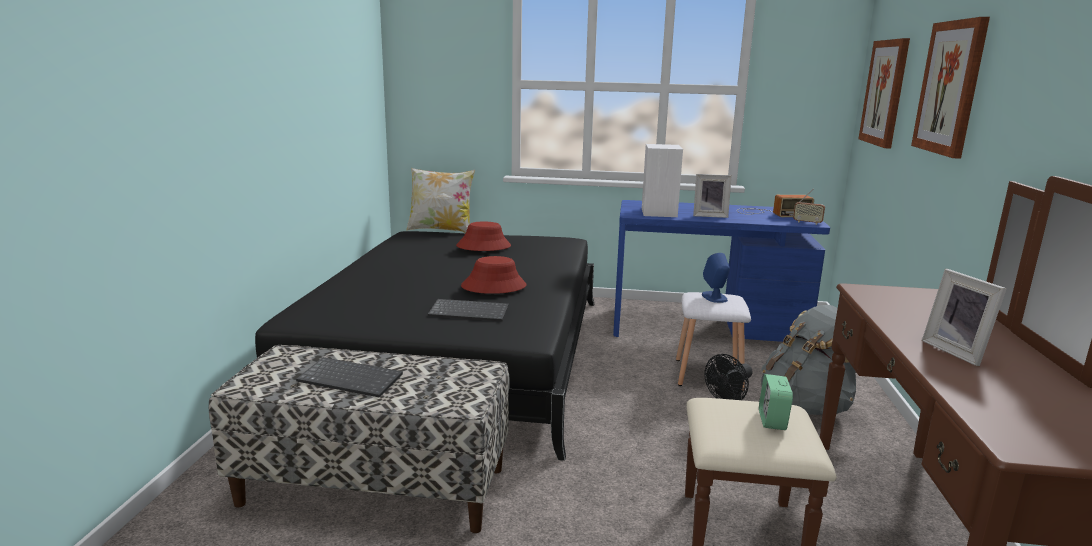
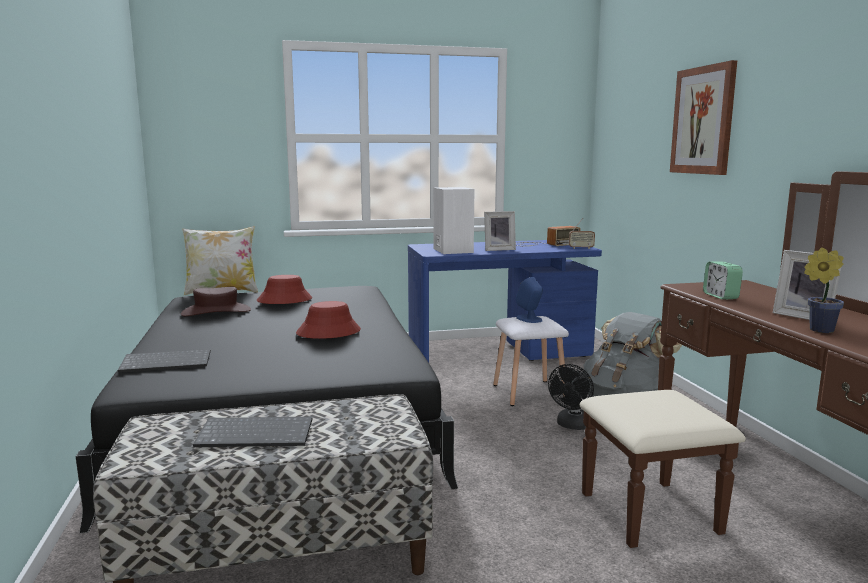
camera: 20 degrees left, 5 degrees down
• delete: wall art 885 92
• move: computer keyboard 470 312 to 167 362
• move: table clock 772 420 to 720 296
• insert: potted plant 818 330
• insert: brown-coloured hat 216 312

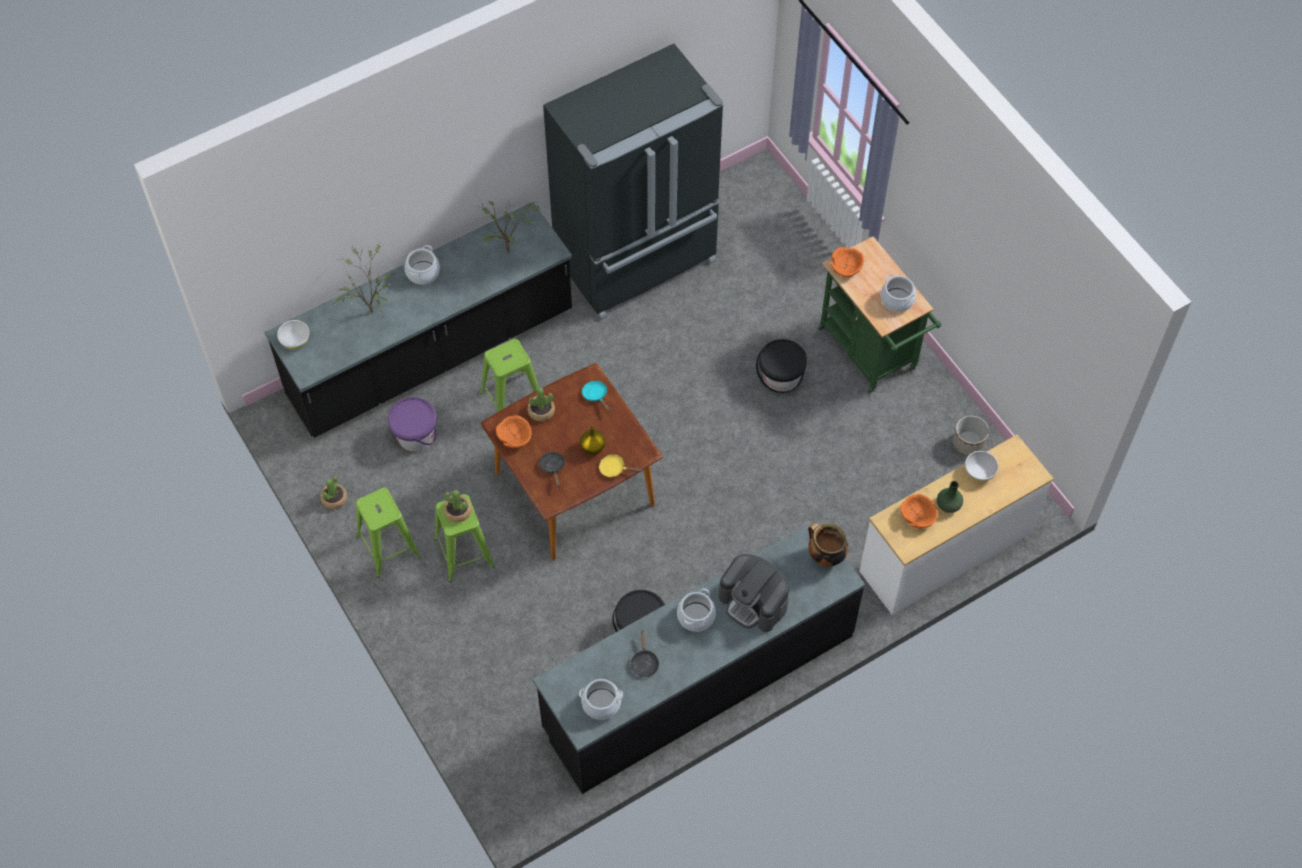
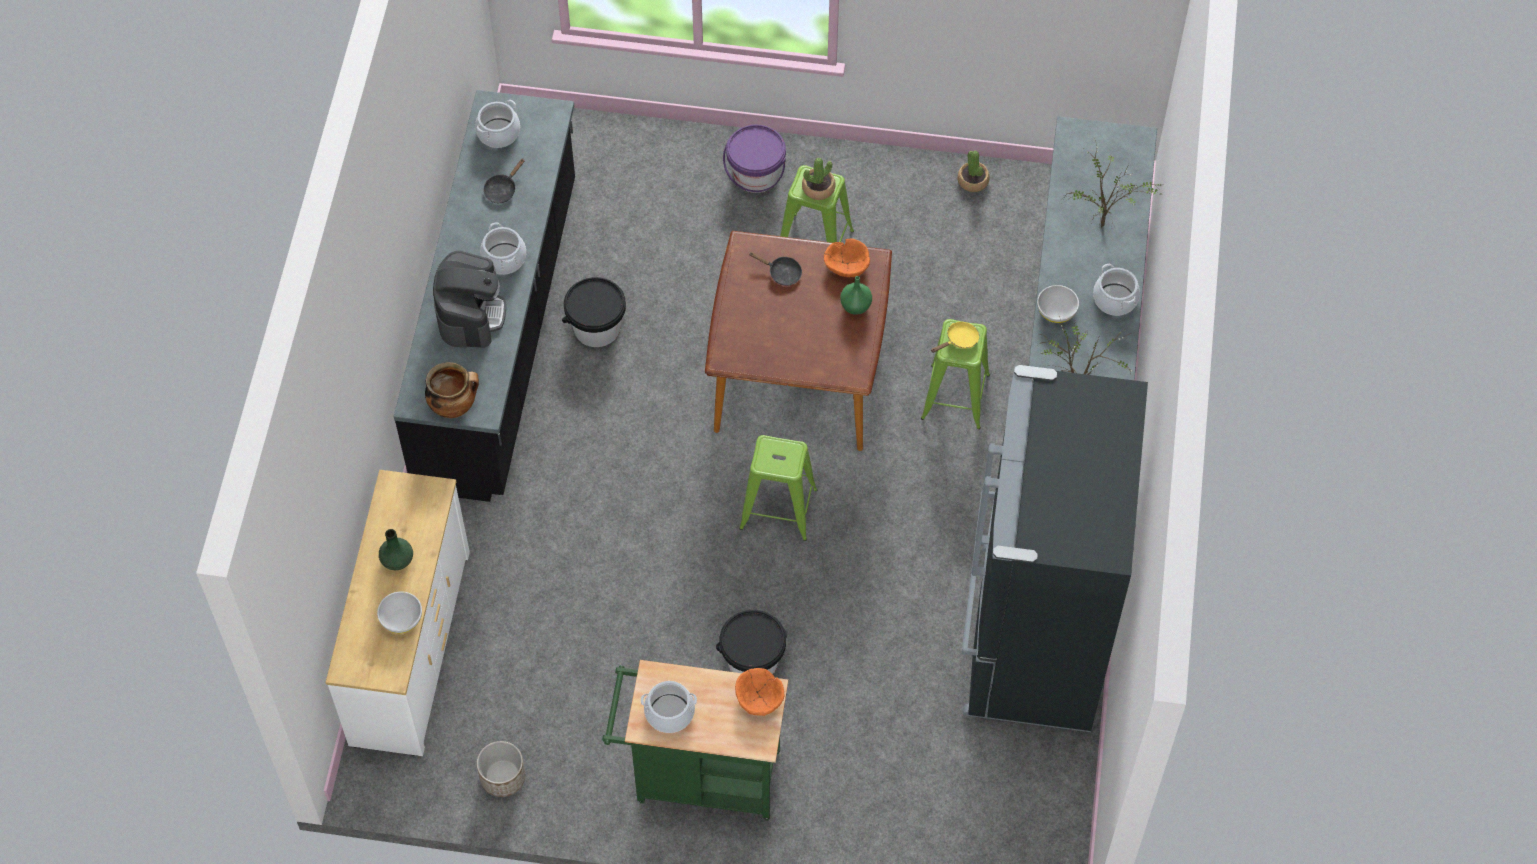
camera: 130 degrees right, 0 degrees up
• move: white serving bowl 295 340 to 1056 312
• delete: blue-green frying pan 596 395
• replace: potted plant 541 411 to green-coloured flower vase 855 306
• move: purple water bucket 415 436 to 756 175
• delete: yellowish flower vase 592 447
• move: yellowish frying pan 615 469 to 959 340
• move: green-coloured sitting stool 388 546 to 779 509
• delete: orangey serving bowl 917 516
• rotate: coffee machine 753 602 = 470 313 105 degrees clockwise
• rotate: black frying pan 644 662 = 502 189 90 degrees counterclockwise

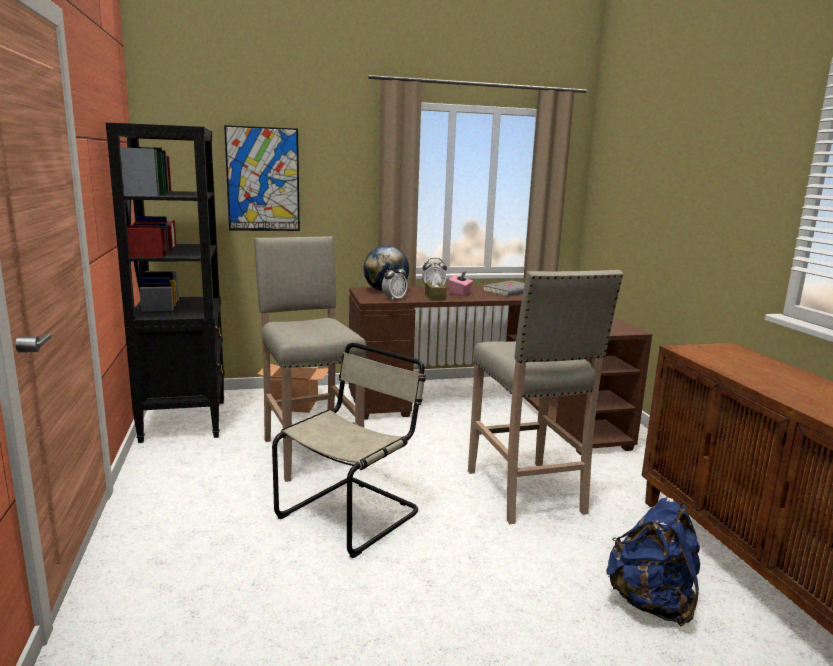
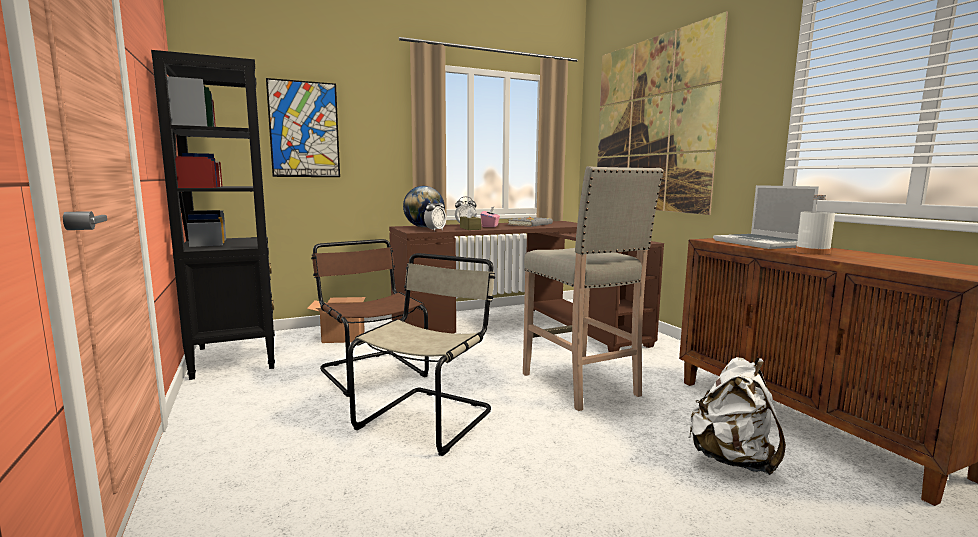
camera: 10 degrees left, 5 degrees down
• replace: beige-coloured sitting stool 311 452 to brown-coloured upright chair 370 372
• recolor: blue-coloured rucksack 651 603 to white rucksack 732 459
• insert: wall art 650 125
• insert: portable computer 762 243
• insert: white beverage bottle 812 252

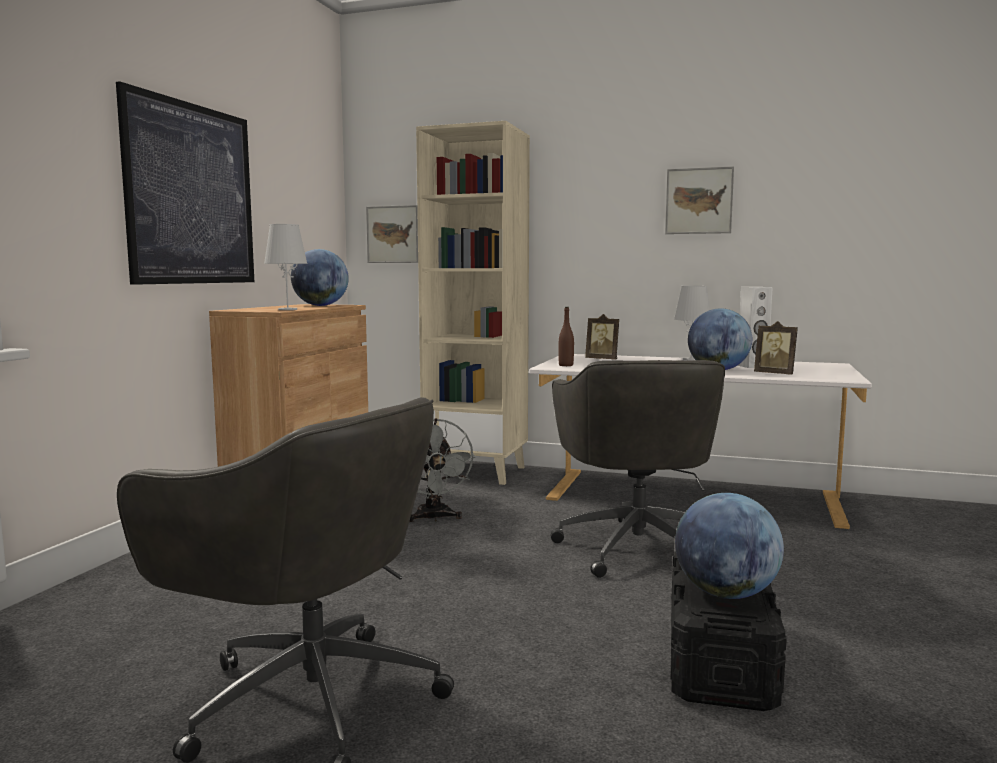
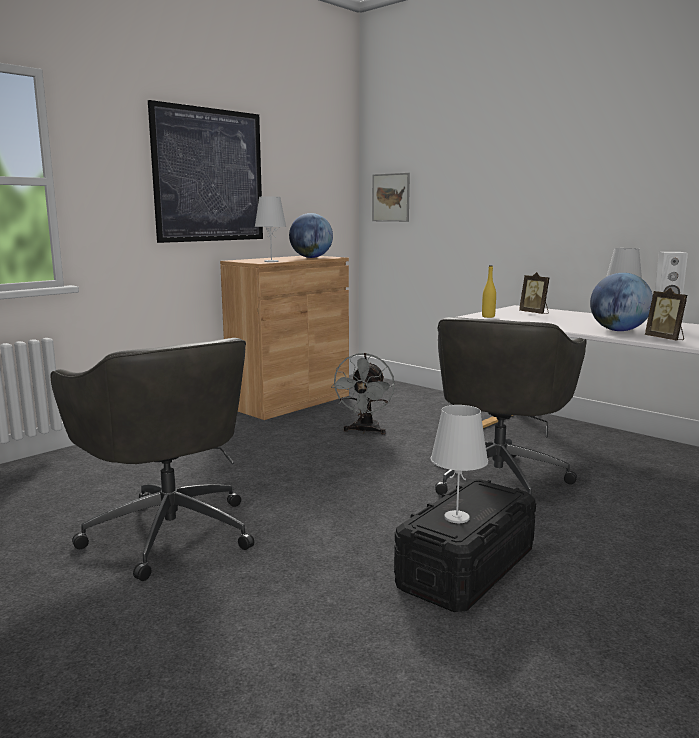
camera: 25 degrees right, 5 degrees up
• delete: beige-coloured bookcase 477 472
• delete: wall art 699 201
• recolor: brown-coloured beverage bottle 566 365 to yellowish beverage bottle 488 316
• replace: world globe 725 594 to white lamp for a table 456 517

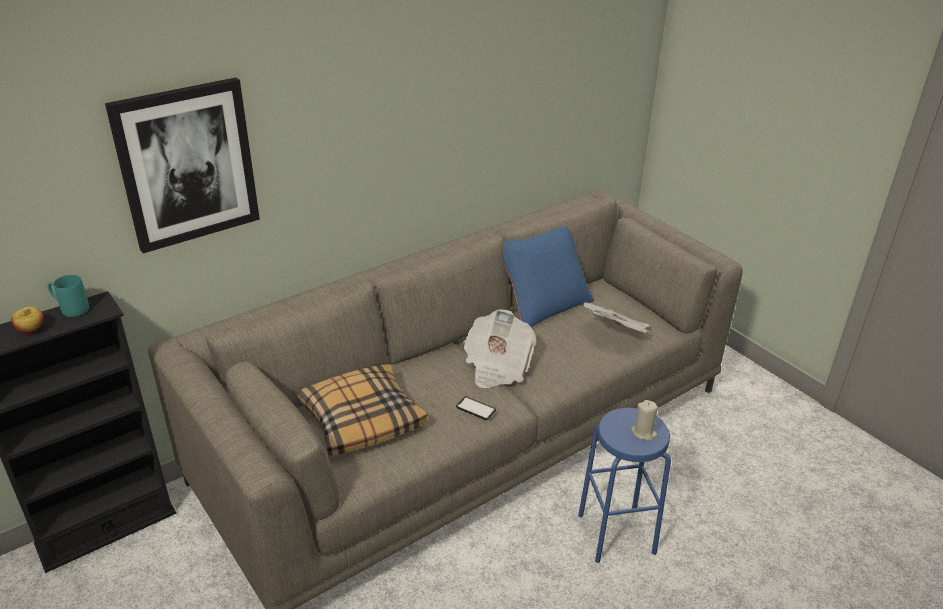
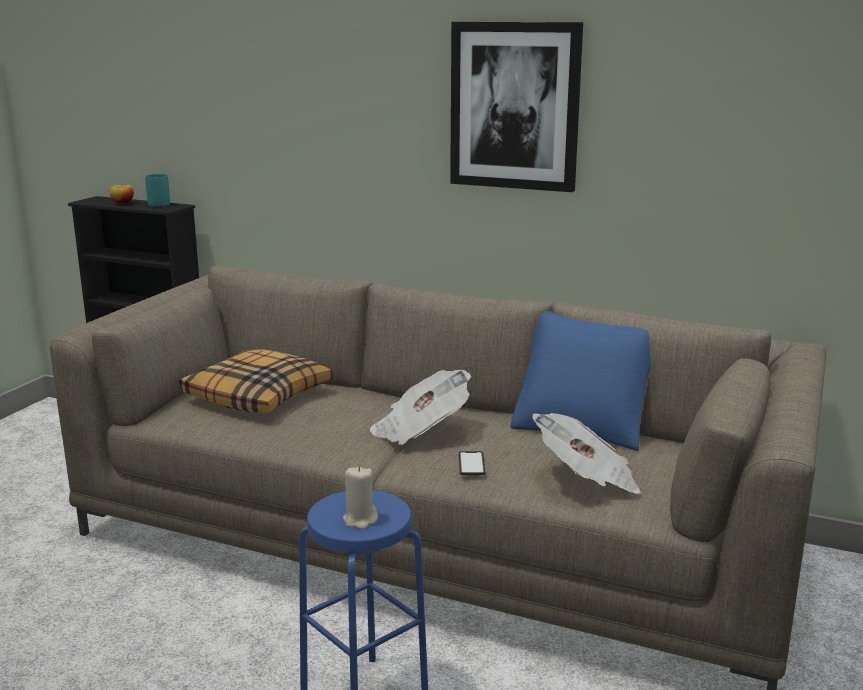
camera: 60 degrees right, 15 degrees down
• move: wall art 187 164 to 515 106
• move: phone 475 408 to 471 464

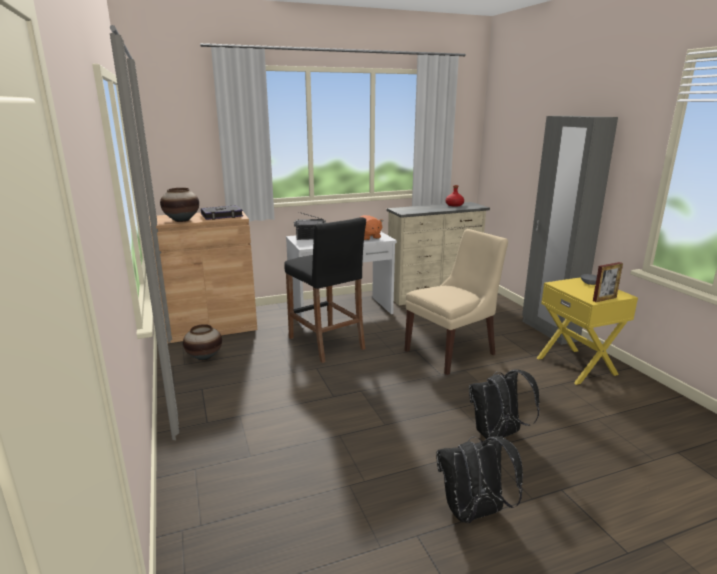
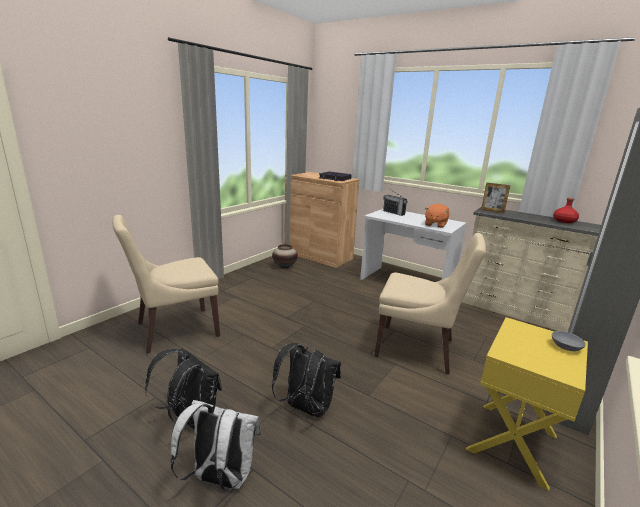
camera: 55 degrees right, 0 degrees up
• delete: flower vase 182 220
• delete: black sitting stool 326 343
• move: photo frame 604 299 to 492 211
• insert: beige-coloured upright chair 174 330
• insert: white rucksack 220 478

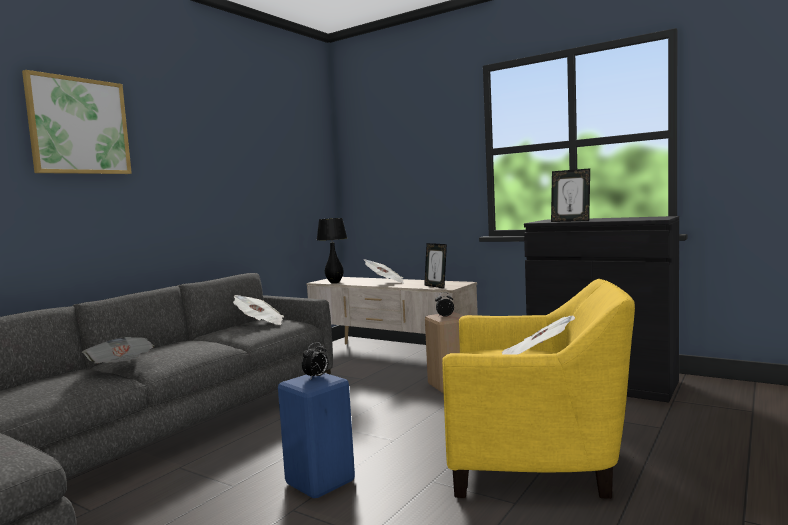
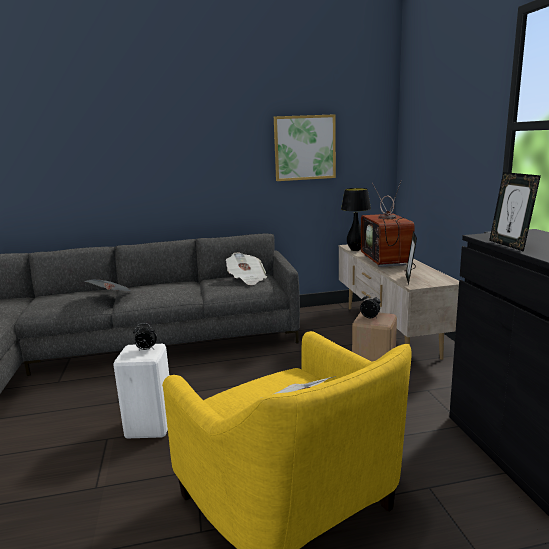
camera: 45 degrees right, 10 degrees up
• move: wall art 79 126 to 304 148
• replace: daily paper 385 282 to television 388 261
• recolor: blue-coloured sitting stool 320 481 to white sitting stool 151 426

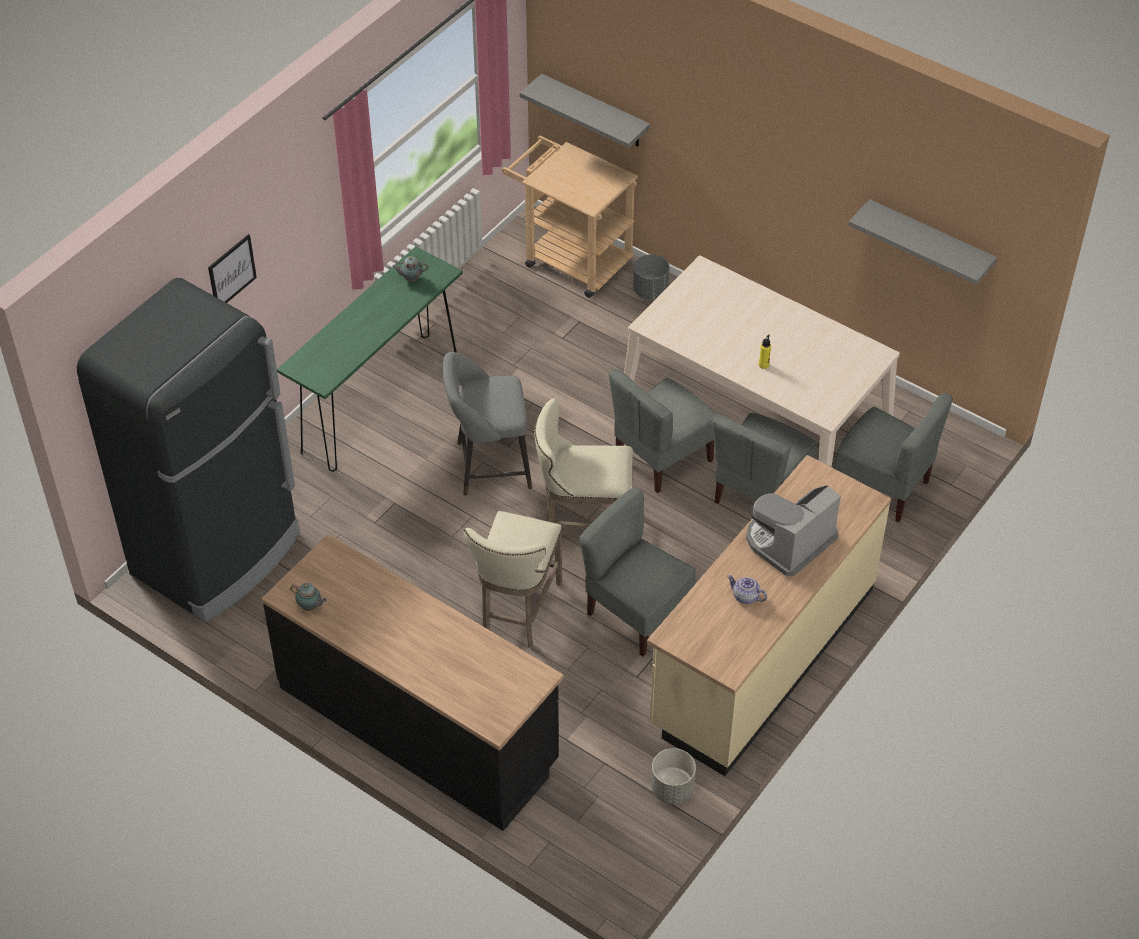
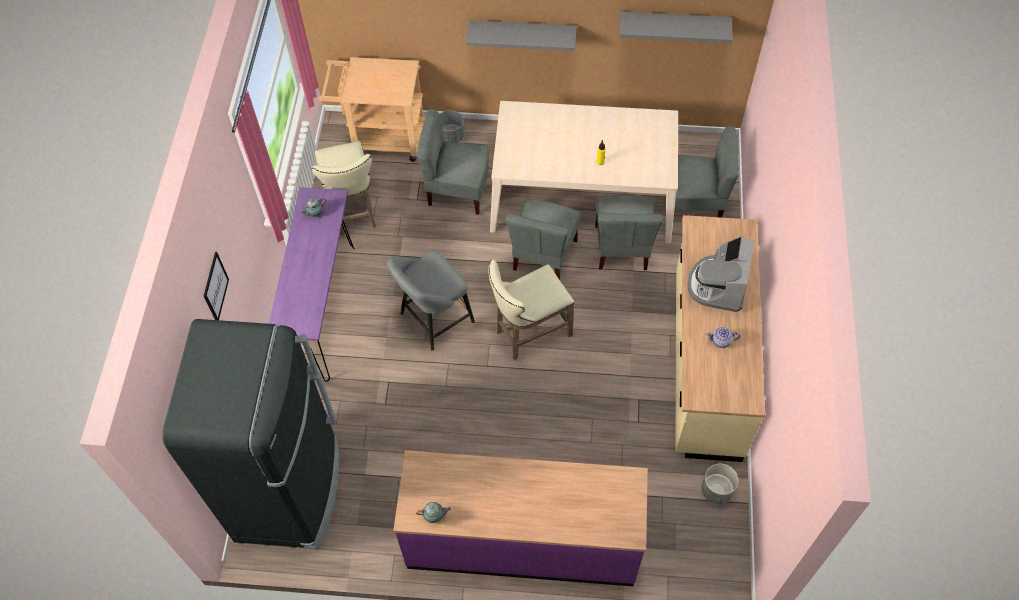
camera: 30 degrees left, 10 degrees up
• move: grey bracket shelf 595 111 to 522 32
• recolor: green-coloured hall table 380 402 to purple hall table 324 310
• move: grey upright chair 636 613 to 457 190
• move: beige-coloured sitting stool 517 612 to 352 211
• recolor: black kitchen counter 418 724 to purple kitchen counter 522 540

